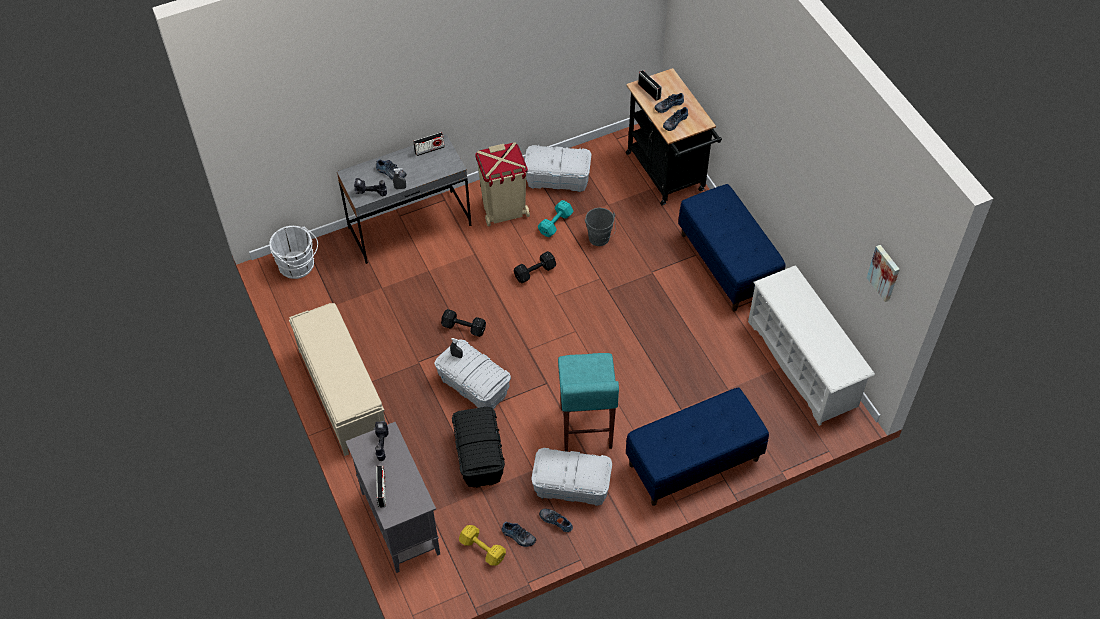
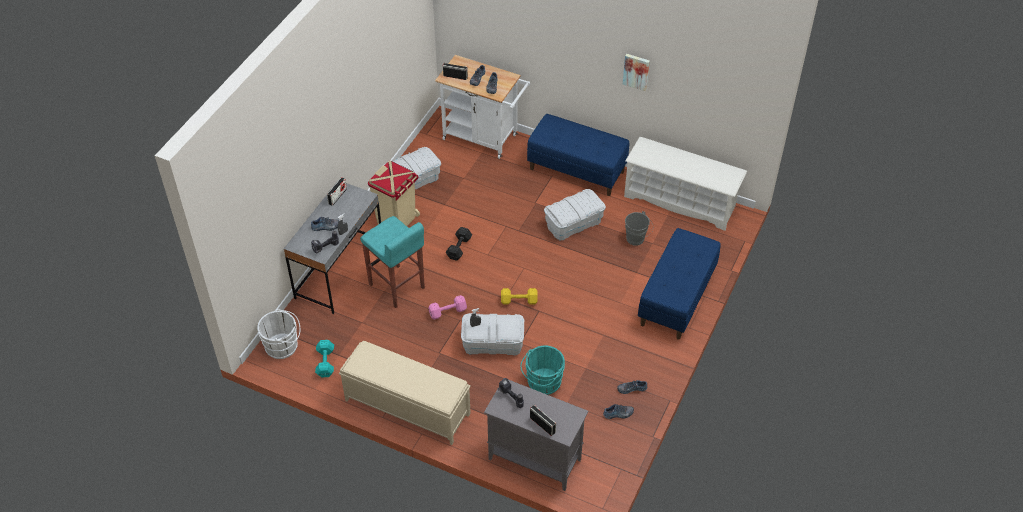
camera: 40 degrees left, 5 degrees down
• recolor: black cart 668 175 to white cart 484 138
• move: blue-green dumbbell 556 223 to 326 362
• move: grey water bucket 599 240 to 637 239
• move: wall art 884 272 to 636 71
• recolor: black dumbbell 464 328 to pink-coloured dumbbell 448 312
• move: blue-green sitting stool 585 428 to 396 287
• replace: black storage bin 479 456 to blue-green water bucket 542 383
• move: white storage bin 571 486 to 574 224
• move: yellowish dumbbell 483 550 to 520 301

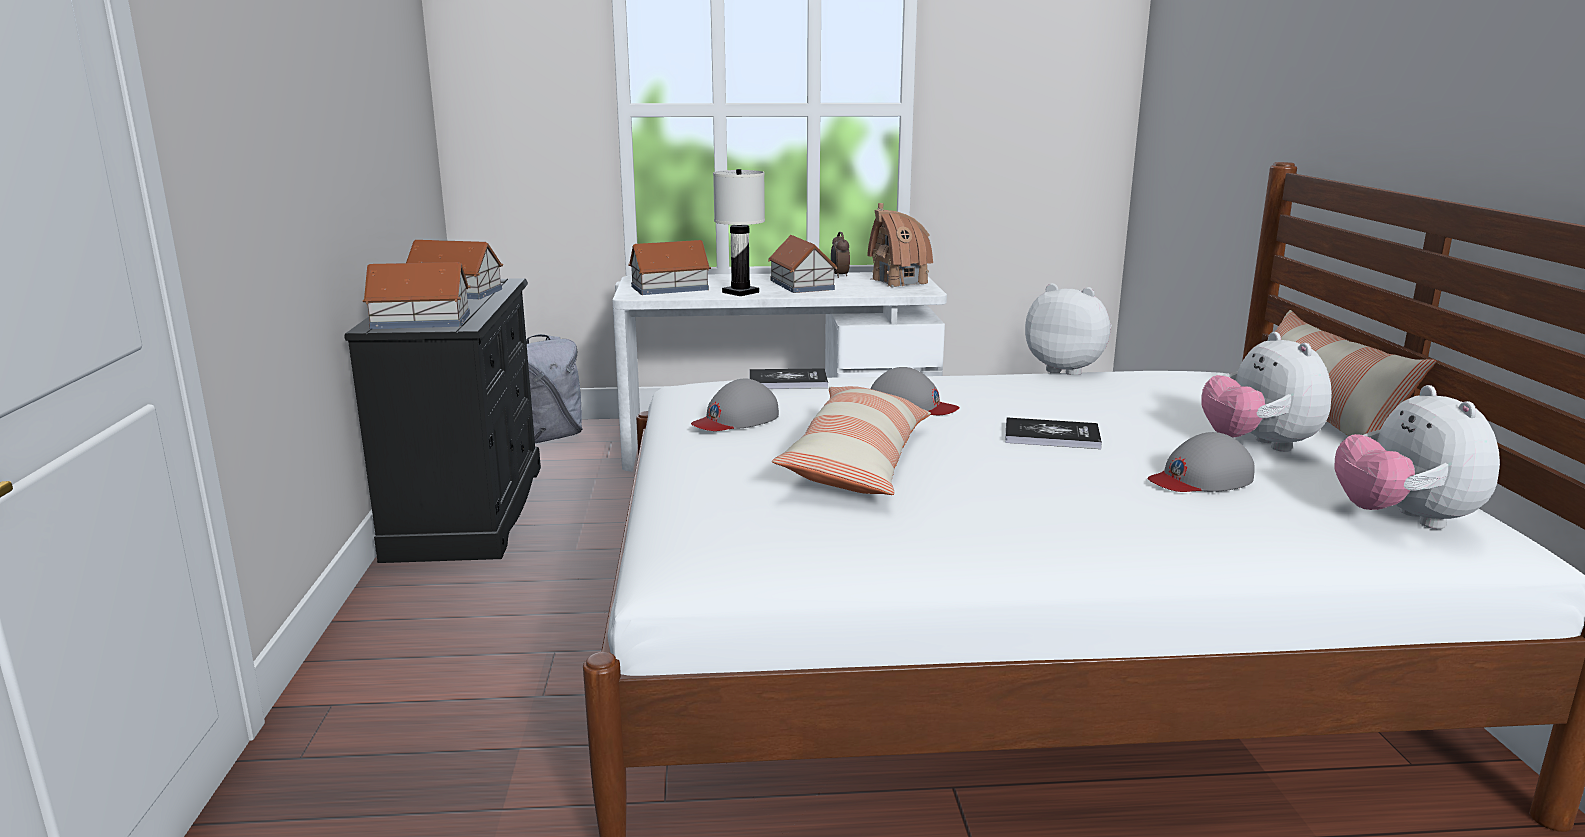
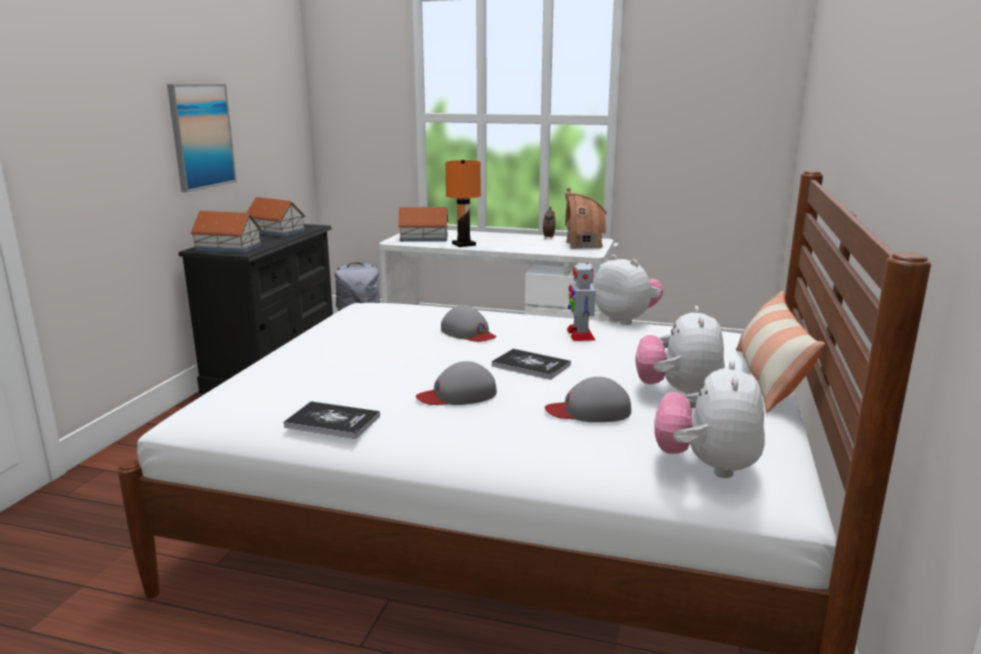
camera: 20 degrees right, 0 degrees up
• recolor: white lamp for a table 741 292 to orangey lamp for a table 464 244
• delete: miniature house 801 285
• move: book 787 381 to 332 422
• move: grey cap 736 419 to 458 395
• delete: cushion 857 462
• insert: wall art 201 136
• insert: model robot 580 334

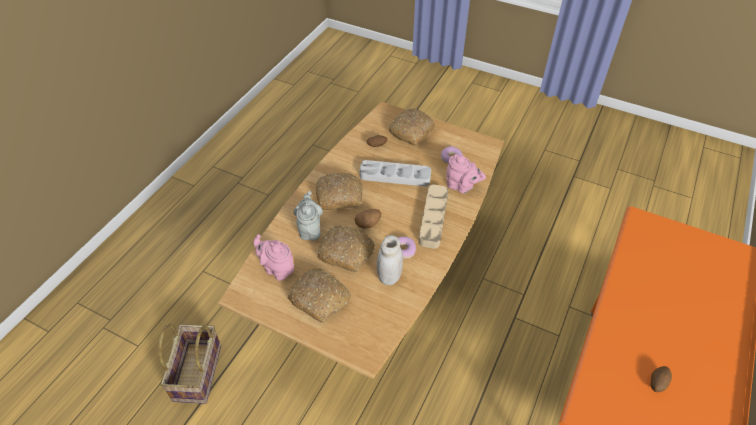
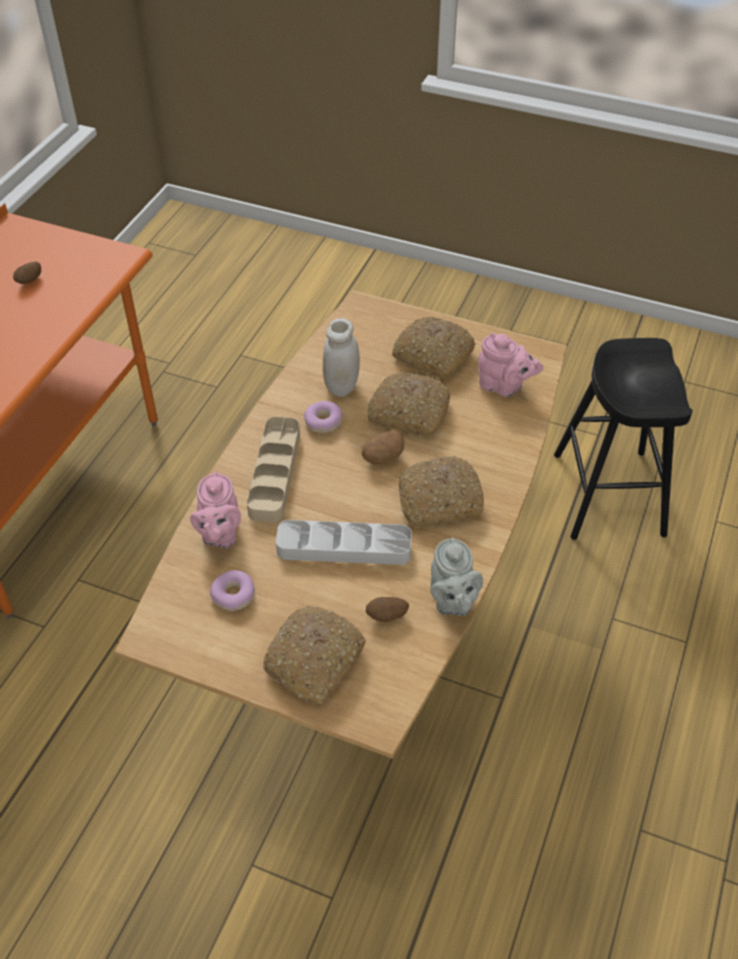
camera: 175 degrees right, 0 degrees up
• rotate: pink-coloured tea pot 462 186 = 219 534 120 degrees counterclockwise
• move: grey tea pot 310 229 to 452 601
• replace: storage basket 198 373 to black sitting stool 608 494

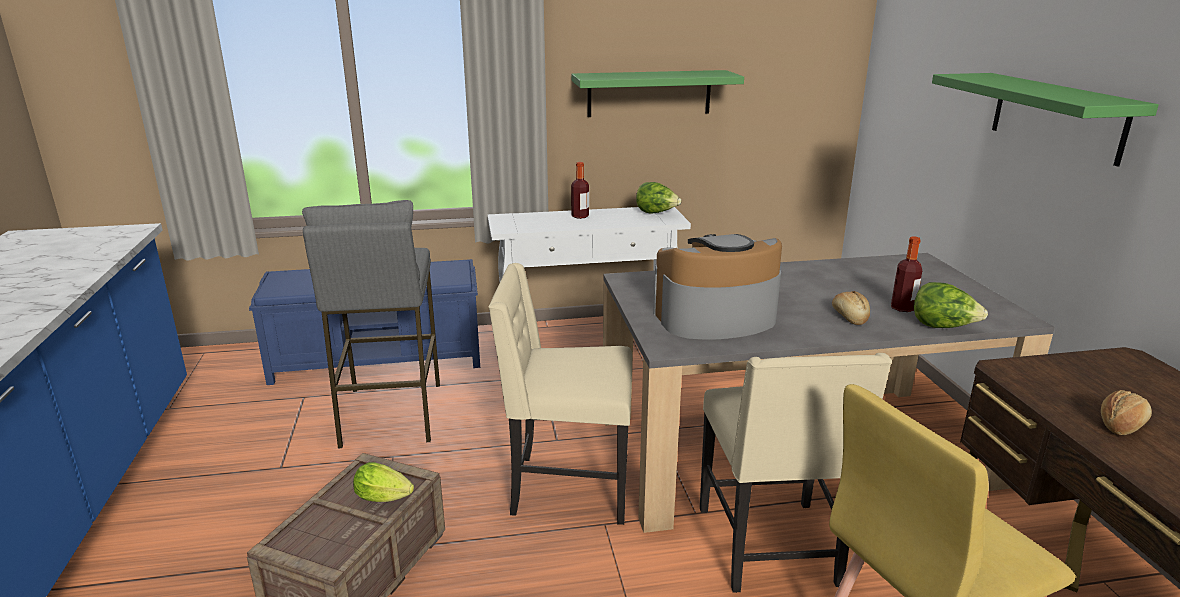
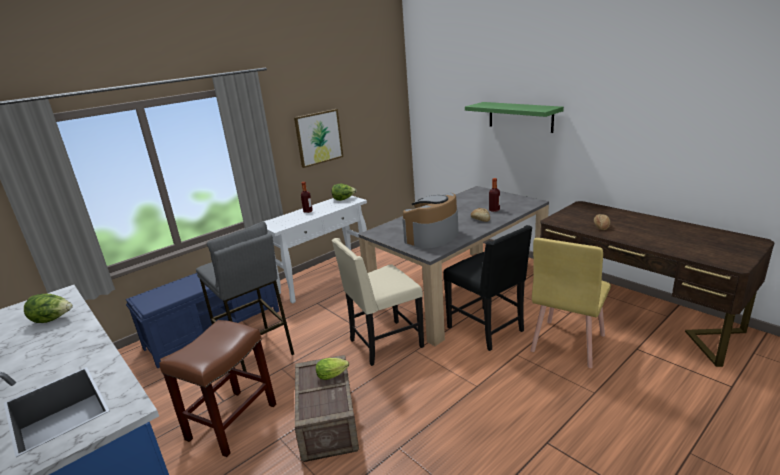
camera: 30 degrees left, 0 degrees up
• replace: green-coloured bracket shelf 649 93 to wall art 318 137
• move: lettuce 943 327 to 53 320
• recolor: beige-coloured upright chair 771 548 to black upright chair 487 329
• insert: brown-coloured sitting stool 232 421

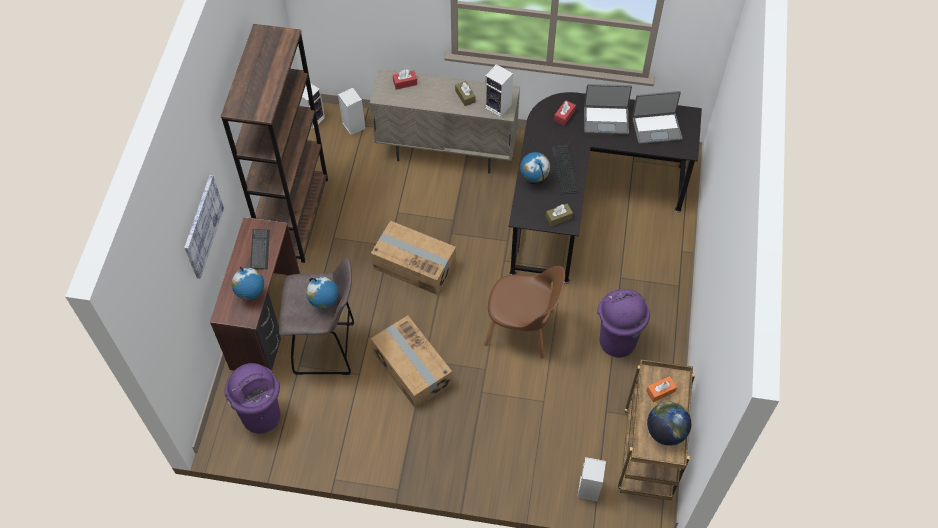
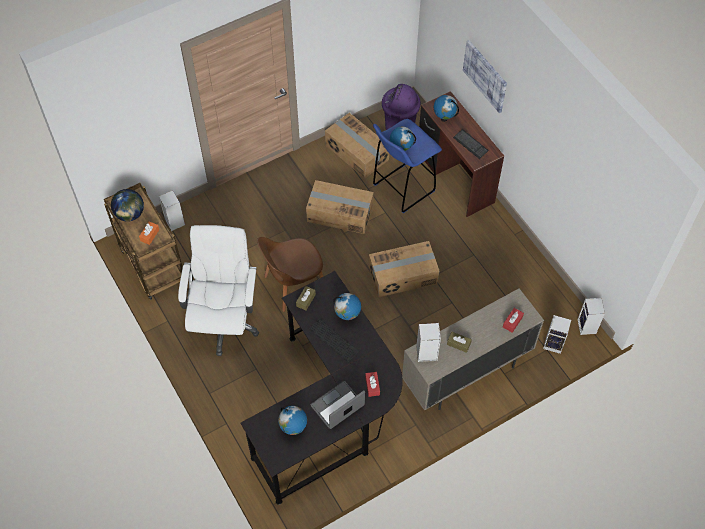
camera: 140 degrees right, 0 degrees up
• delete: brown-coloured bookcase 296 217
• replace: portable computer 656 128 to world globe 293 428
• recolor: grey sitting stool 327 348 to blue-coloured sitting stool 402 189
• replace: purple trash can 616 341 to white office chair 224 321
• insert: packing box 356 153

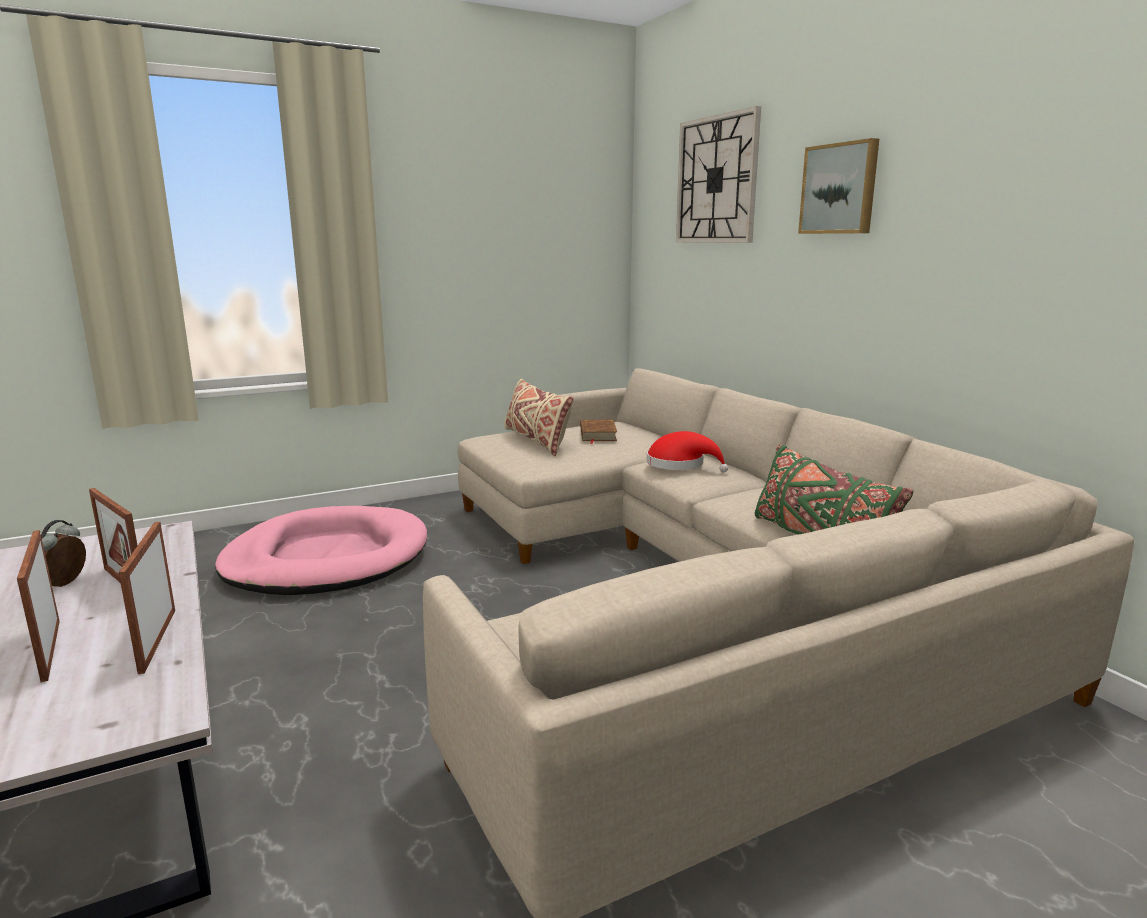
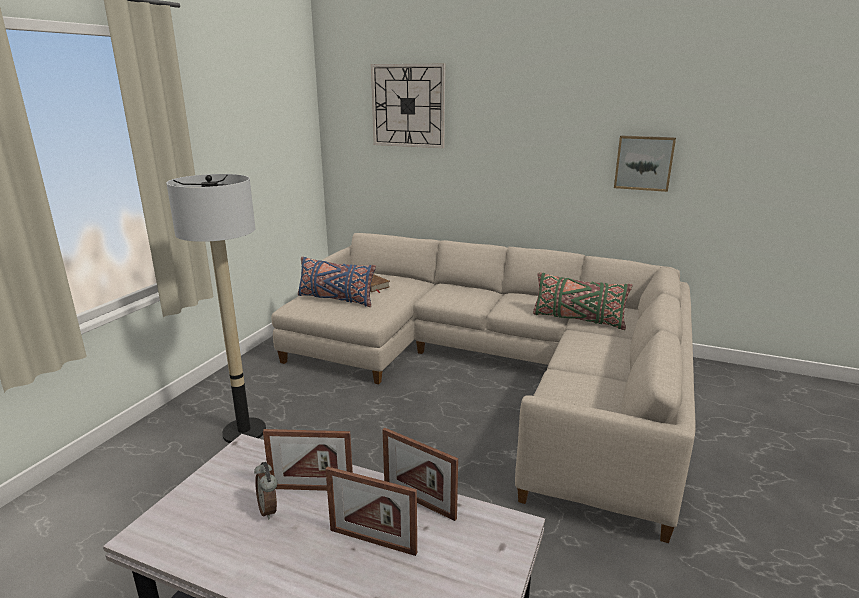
camera: 40 degrees left, 5 degrees up
• move: wall art 840 189 to 644 163
• recolor: beige-coloured cushion 536 440 to blue-coloured cushion 336 299
• delete: red hat 680 465
• replace: pink-coloured dog cushion 327 559 to standing lamp 244 432

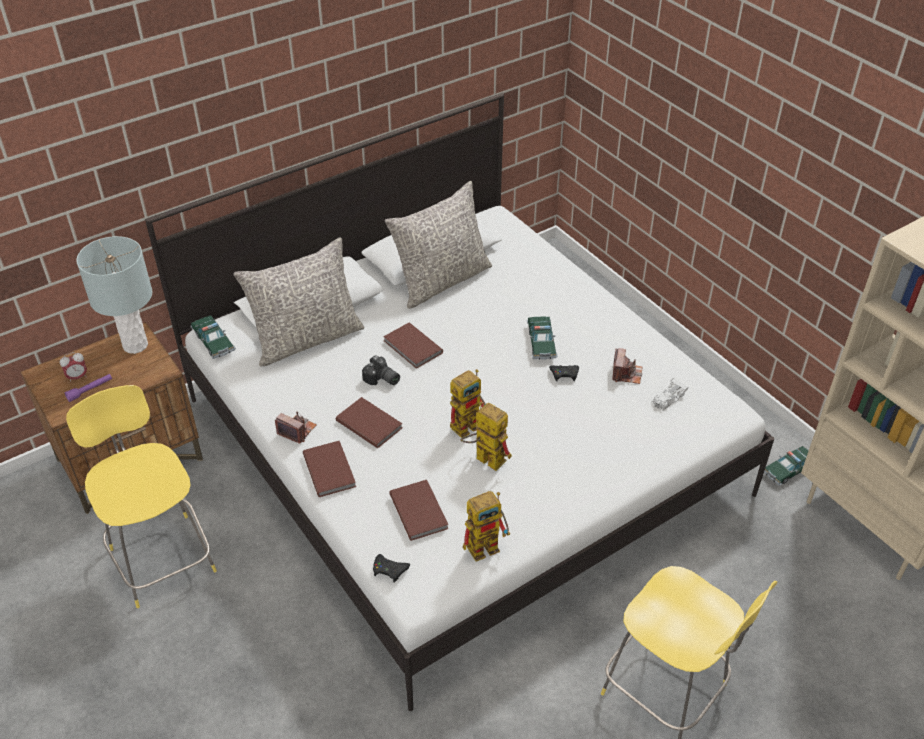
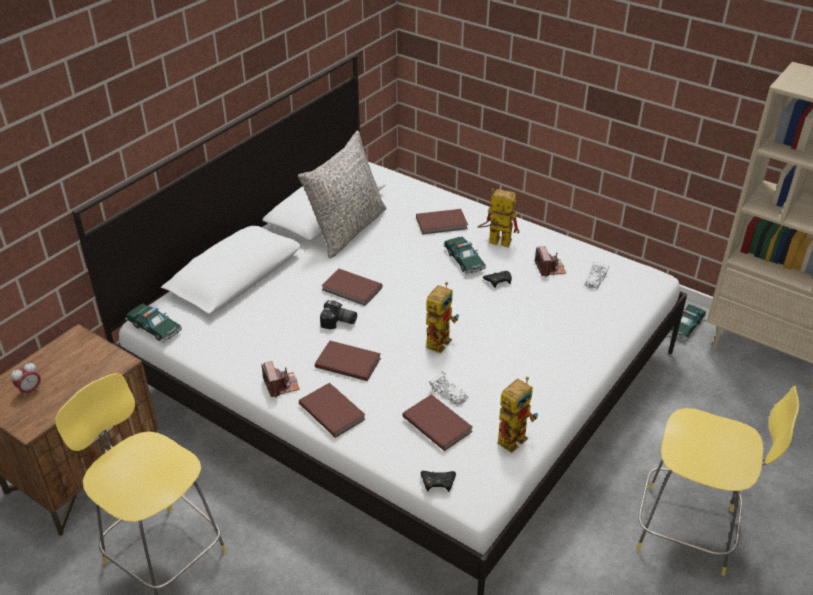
camera: 20 degrees left, 5 degrees down
• delete: grey lamp for a table 135 345
• delete: grey cushion 306 339
• delete: purple torch 90 390
• move: model robot 484 458 to 494 242
• rotate: photo camera 297 430 = 281 385 60 degrees clockwise
• insert: brown-coloured book 442 224
• insert: white toy car 449 393

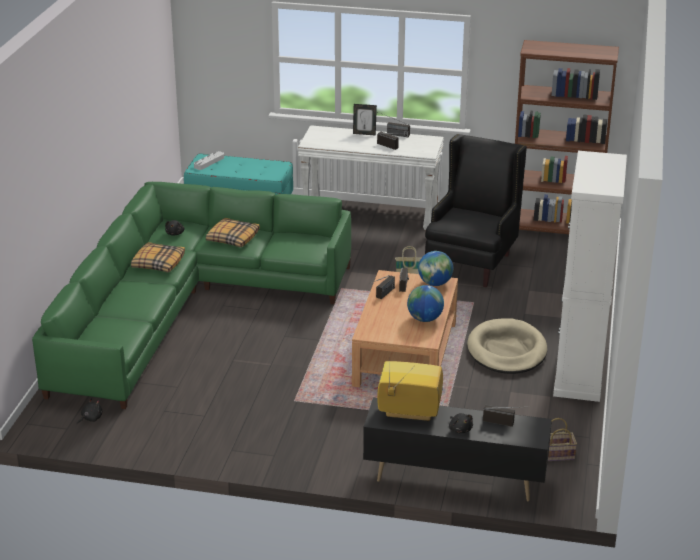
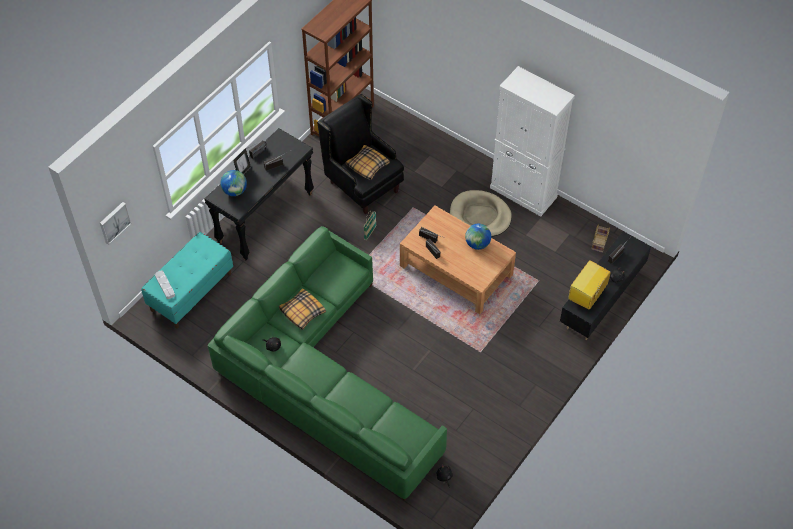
camera: 65 degrees left, 25 degrees up
• recolor: white hall table 371 221 to black hall table 265 217
• move: cushion 158 263 to 367 166
• move: world globe 435 283 to 235 191
• insert: wall art 114 222

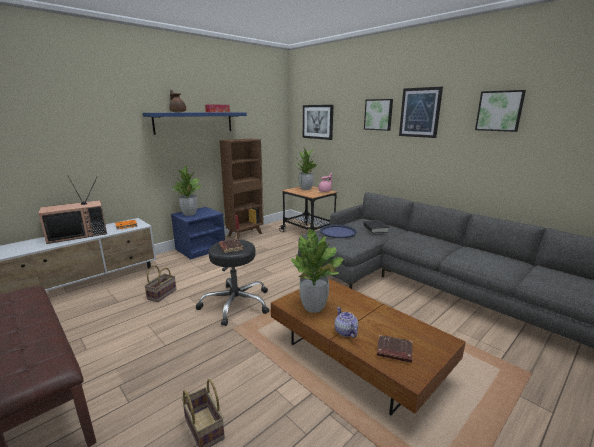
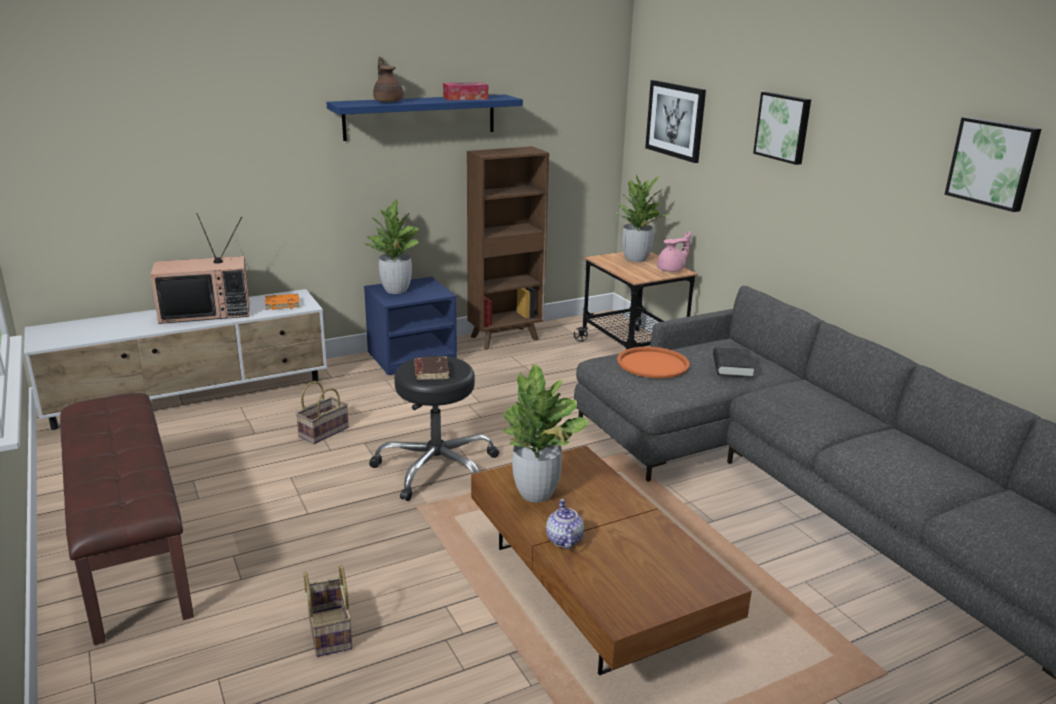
camera: 15 degrees right, 5 degrees up
• delete: wall art 420 112
• recolor: blue-coloured carrying tray 338 232 to orangey carrying tray 653 364
• delete: brown-coloured book 393 351

